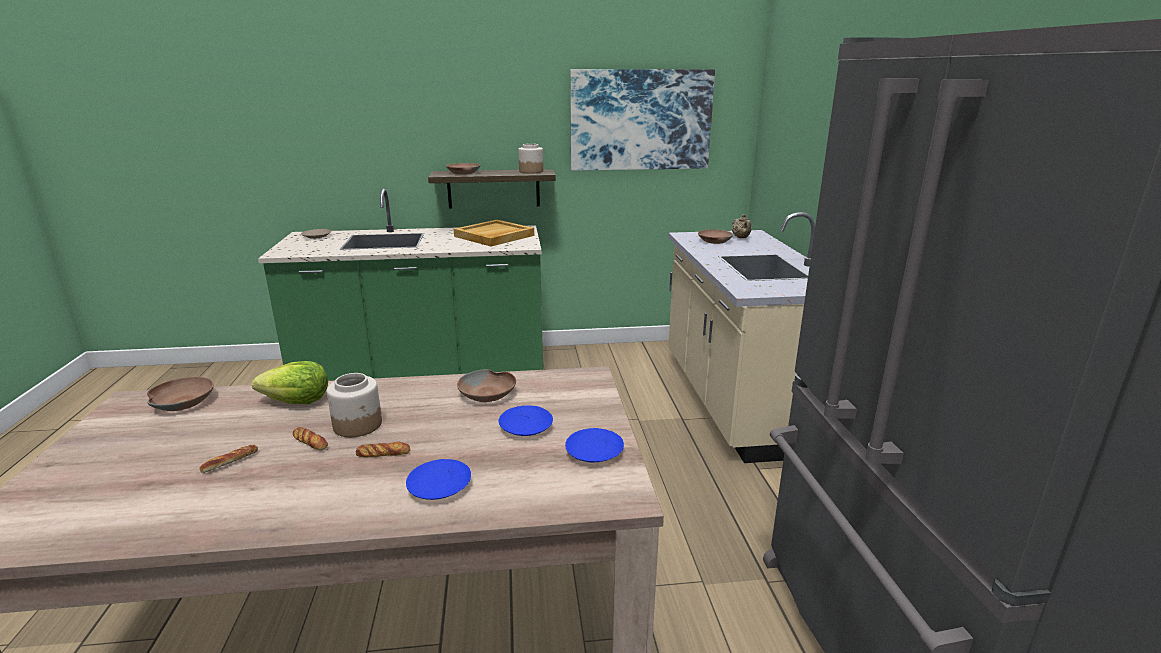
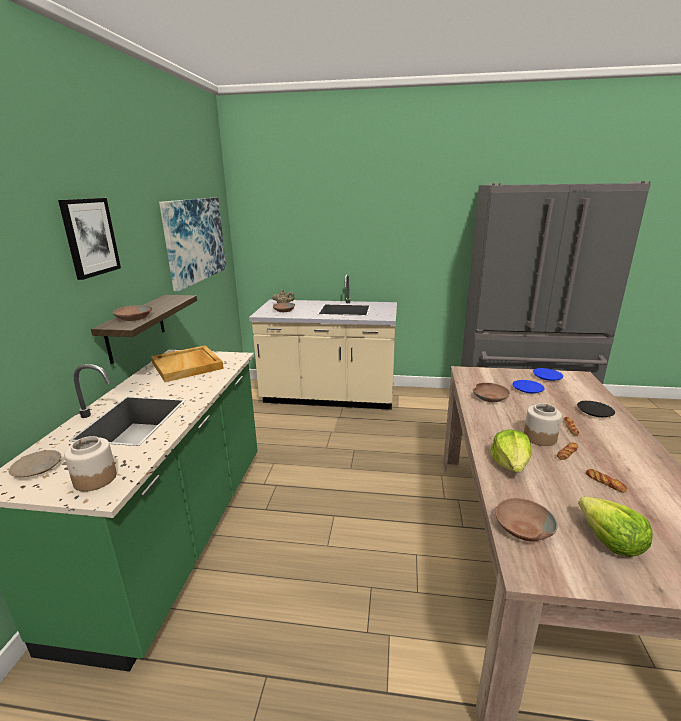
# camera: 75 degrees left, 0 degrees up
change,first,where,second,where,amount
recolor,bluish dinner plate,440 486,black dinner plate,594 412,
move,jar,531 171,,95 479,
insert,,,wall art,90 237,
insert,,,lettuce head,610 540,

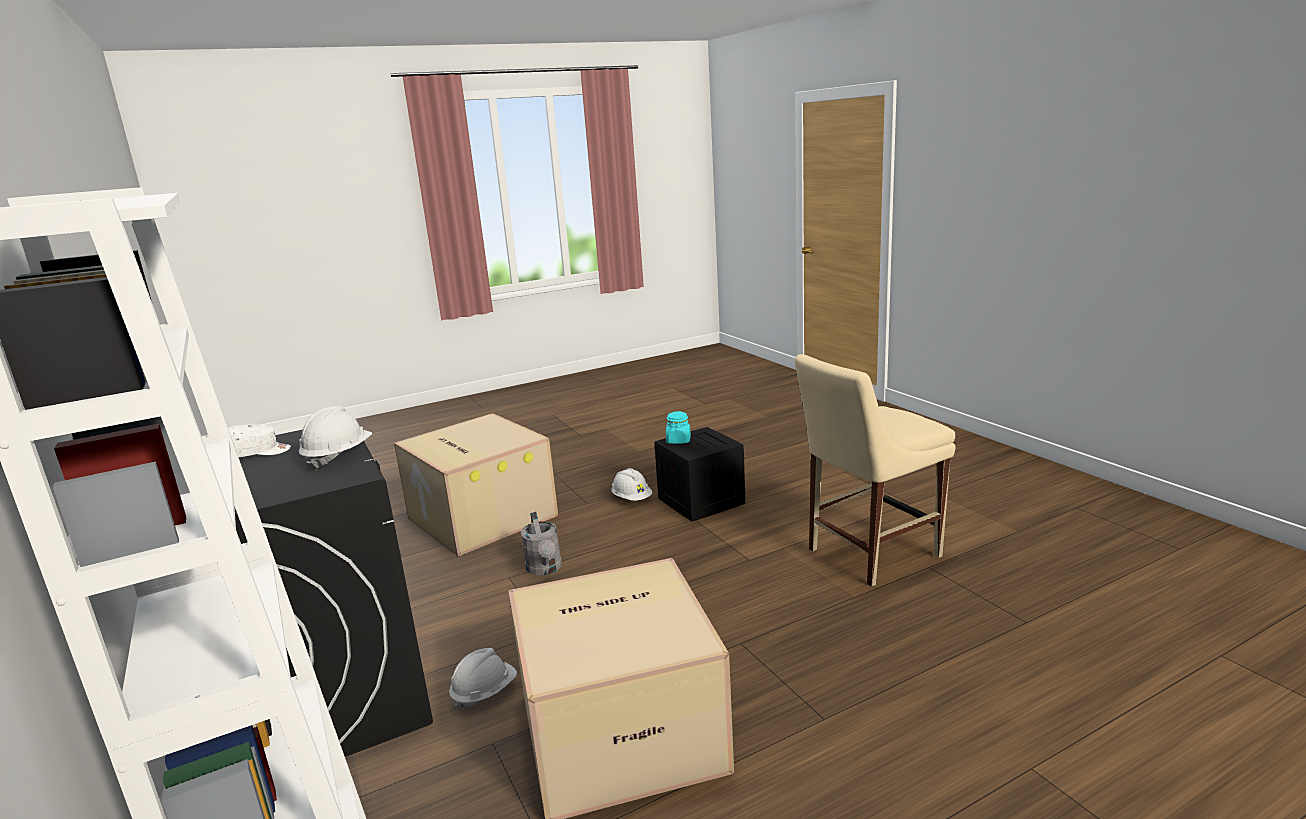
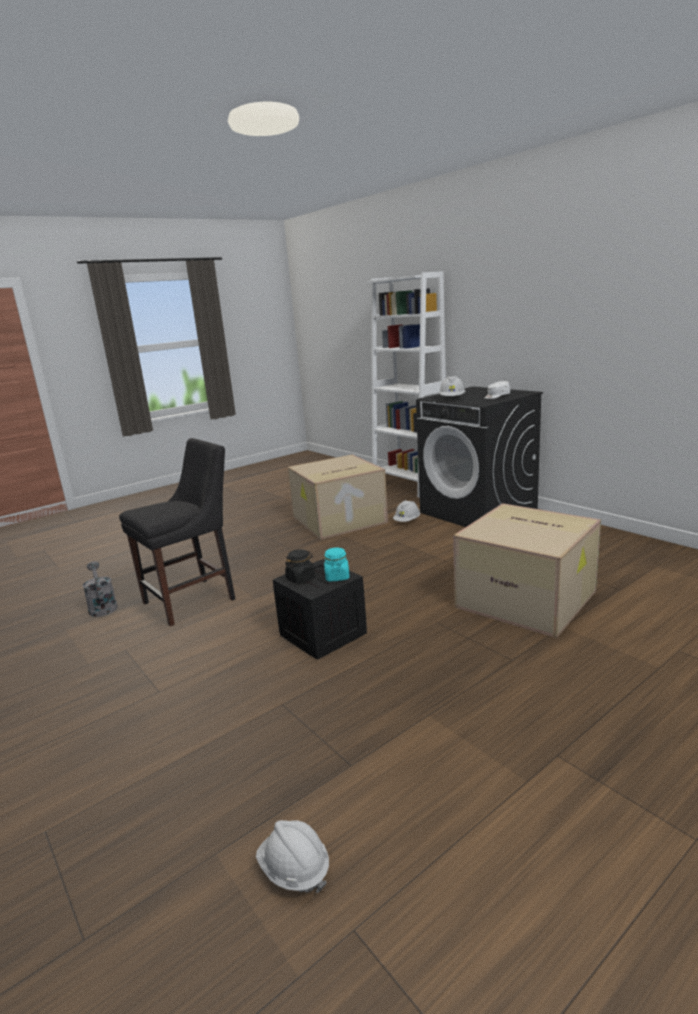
# camera: 170 degrees right, 0 degrees up
change,first,where,second,where,amount
move,grey watering pot,545 569,,102 607,
move,whitish safety helmet,632 499,,294 870,
recolor,sand-coloured chair,868 554,black chair,194 599,
insert,,,black jar,301 578,

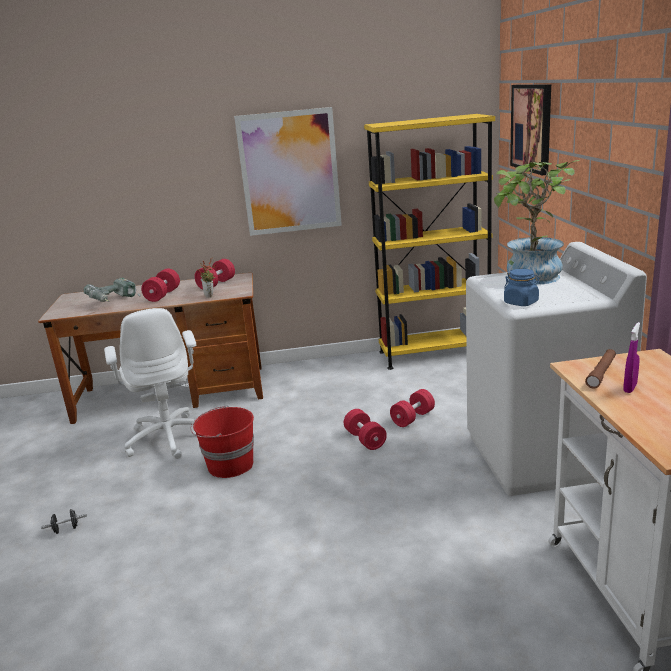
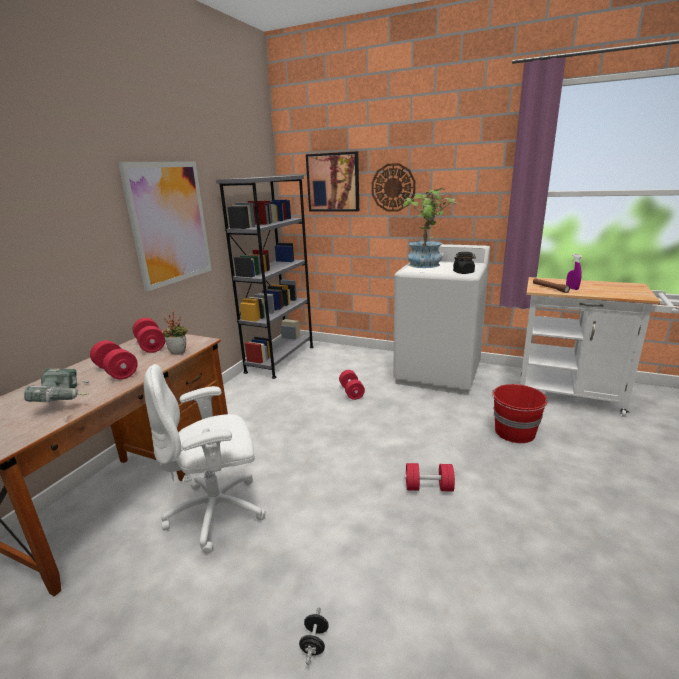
# camera: 60 degrees left, 0 degrees up
change,first,where,second,where,amount
rotate,whitish desk chair,169 437,,218 512,150 degrees clockwise
move,reddish water bucket,229 465,,515 432,
move,reddish hand weight,365 439,,429 487,
recolor,yellow shelving unit,434 353,grey shelving unit,280 359,
recolor,bluish jar,521 302,black jar,463 272,
insert,,,wall clock,393 187,

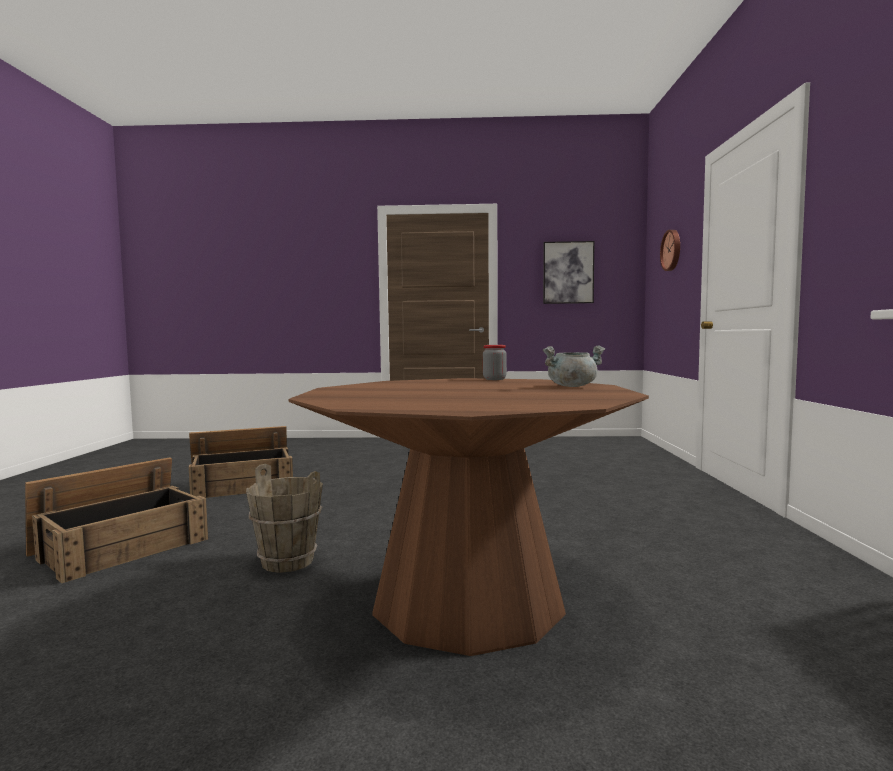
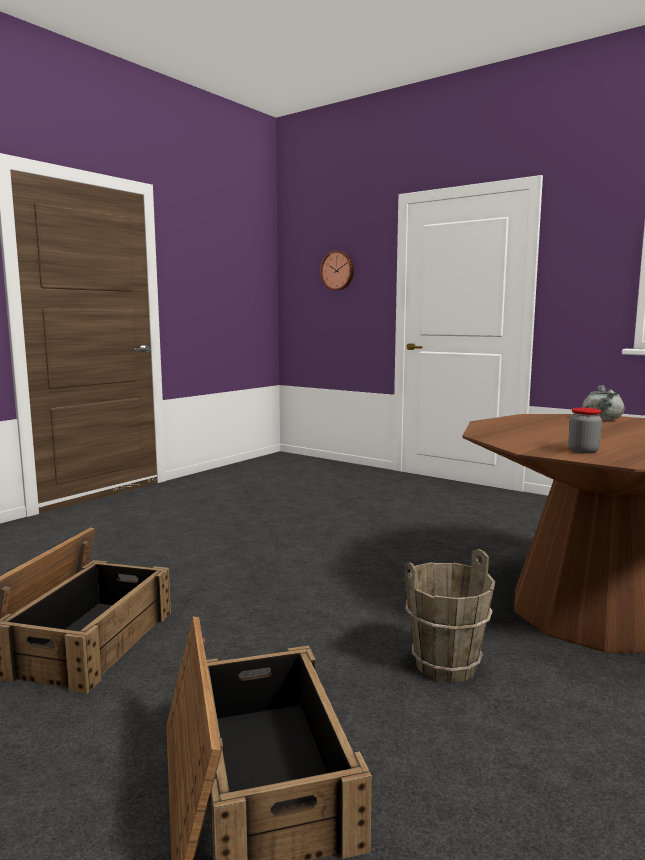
# camera: 55 degrees left, 5 degrees up
change,first,where,second,where,amount
move,jar,494 379,,583 451,
delete,wall art,568 272,,,

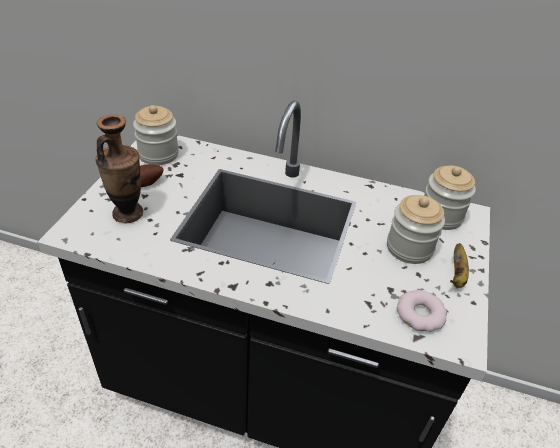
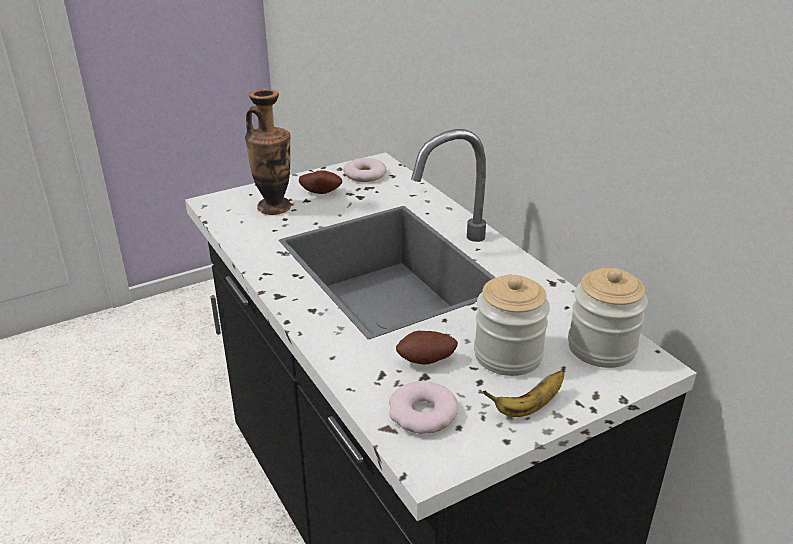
# camera: 45 degrees right, 10 degrees down
change,first,where,second,where,amount
replace,jar,158 154,doughnut,364 175,
insert,,,spud,426 362,

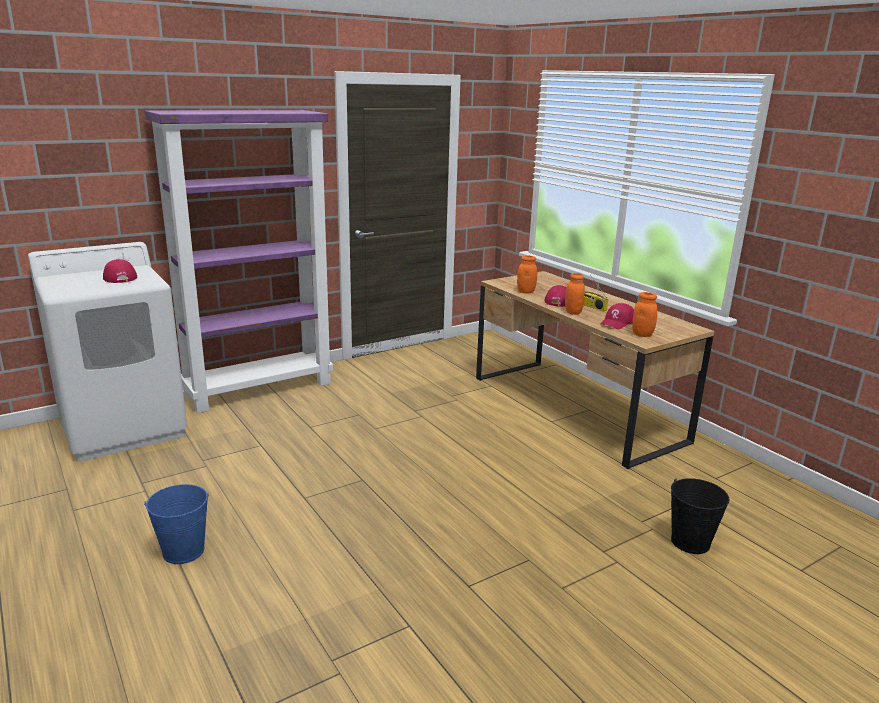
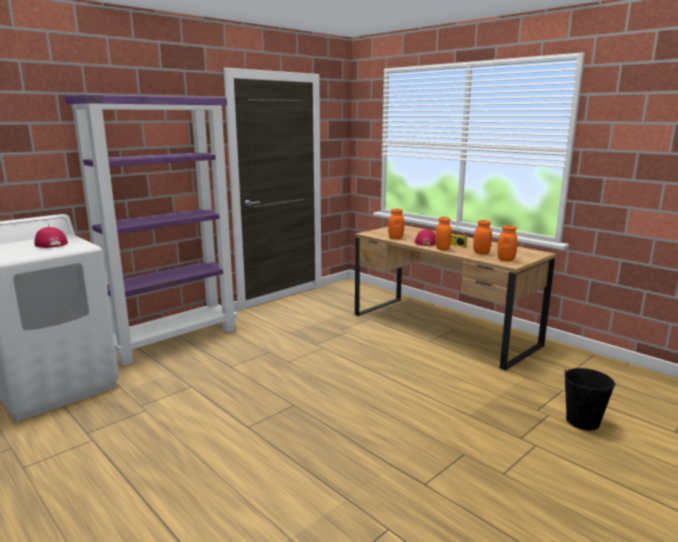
# camera: 10 degrees left, 5 degrees down
change,first,where,second,where,amount
delete,bluish water bucket,183 551,,,
replace,reddish baseball cap,618 322,orange-coloured jar,481 253,

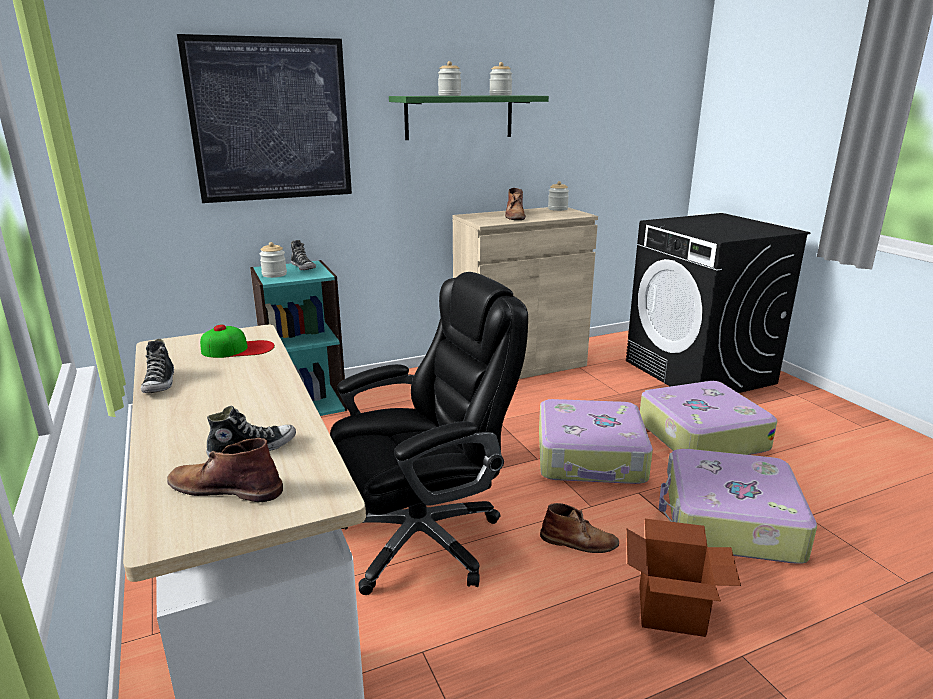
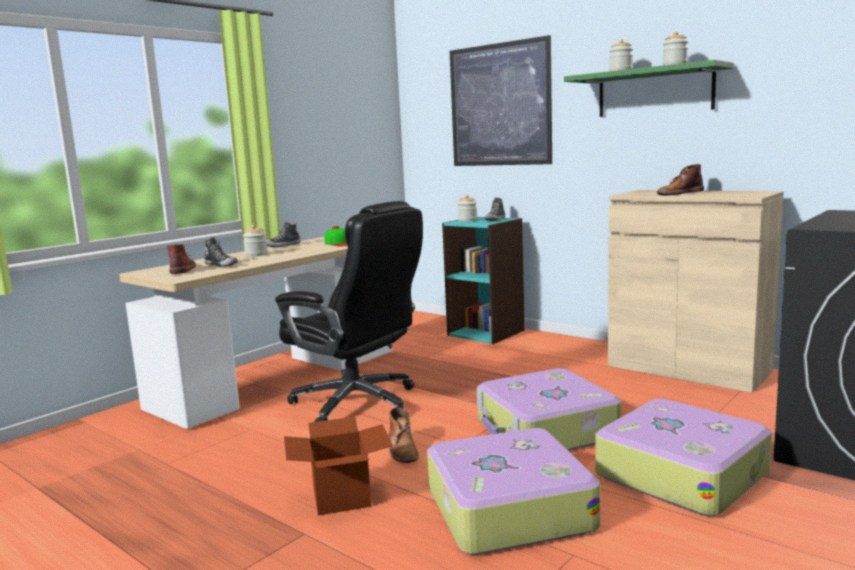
# camera: 65 degrees right, 10 degrees down
change,first,where,second,where,amount
move,jar,557 209,,256 255,

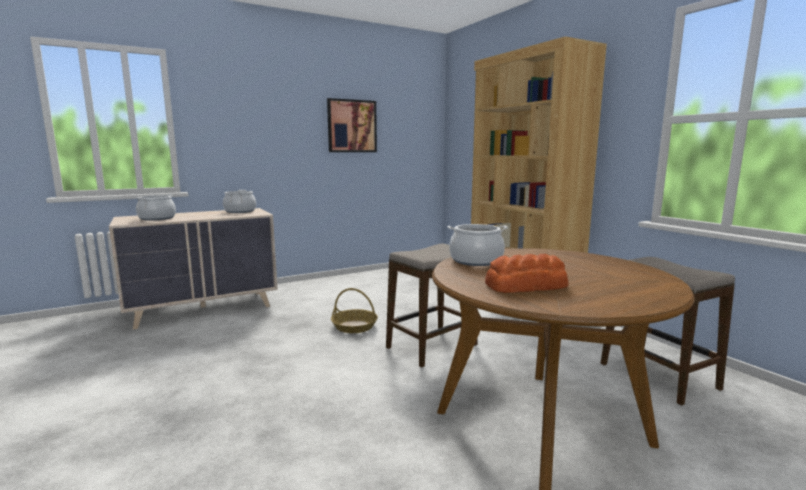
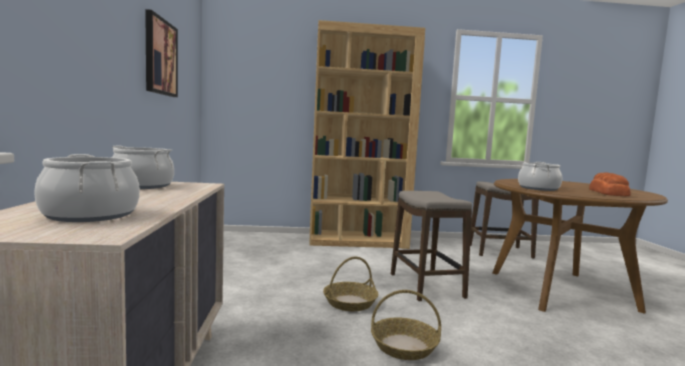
# camera: 65 degrees left, 5 degrees down
change,first,where,second,where,amount
insert,,,basket,403 346,

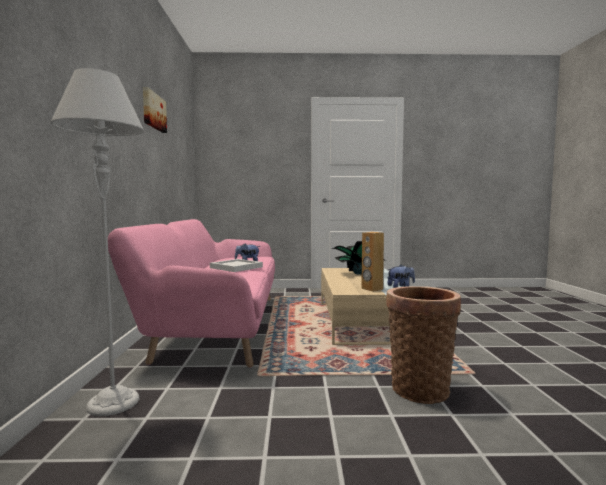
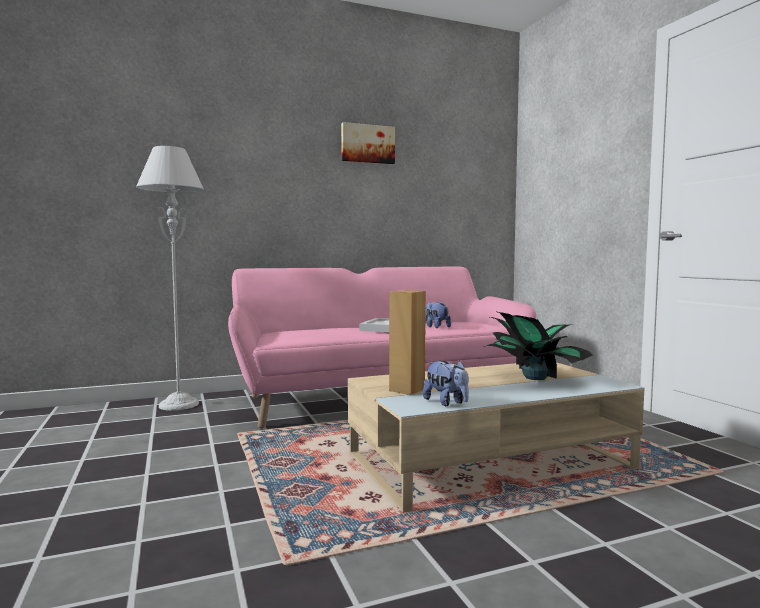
# camera: 70 degrees right, 0 degrees up
change,first,where,second,where,amount
delete,basket,420 387,,,

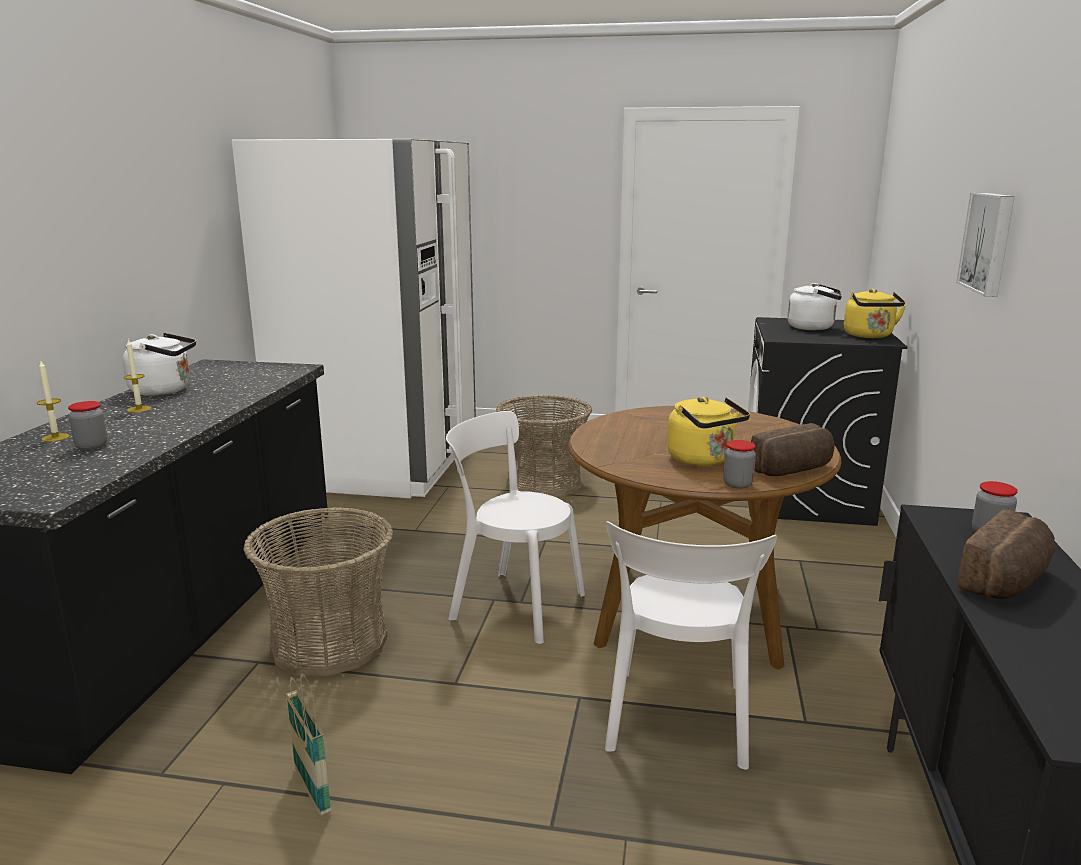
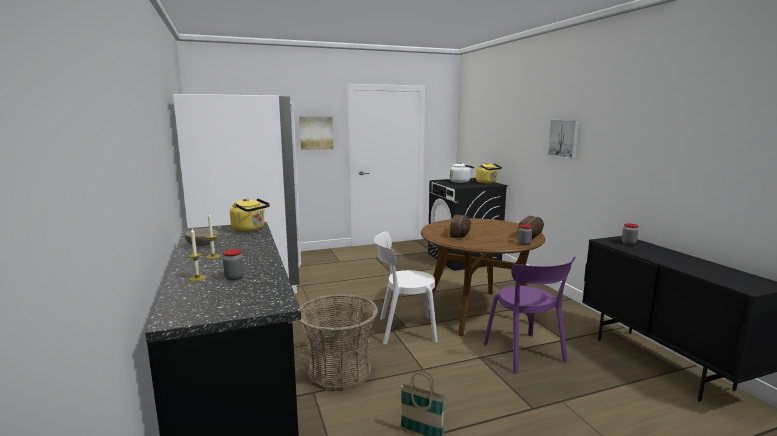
# camera: 30 degrees left, 5 degrees down
change,first,where,second,where,amount
replace,whitish kettle,165 390,sand-coloured bowl,203 245,
delete,basket,544 483,,,
recolor,whitish chair,677 723,purple chair,526 354,
move,yellow kettle,703 460,,250 229,
move,bread,1007 581,,461 234,
insert,,,wall art,316 133,

